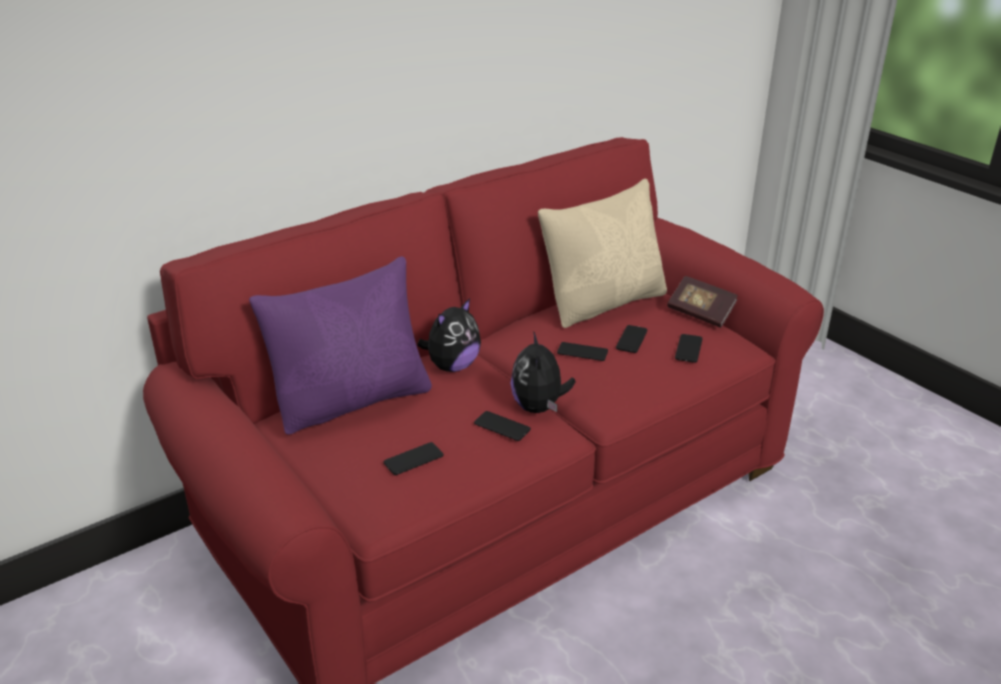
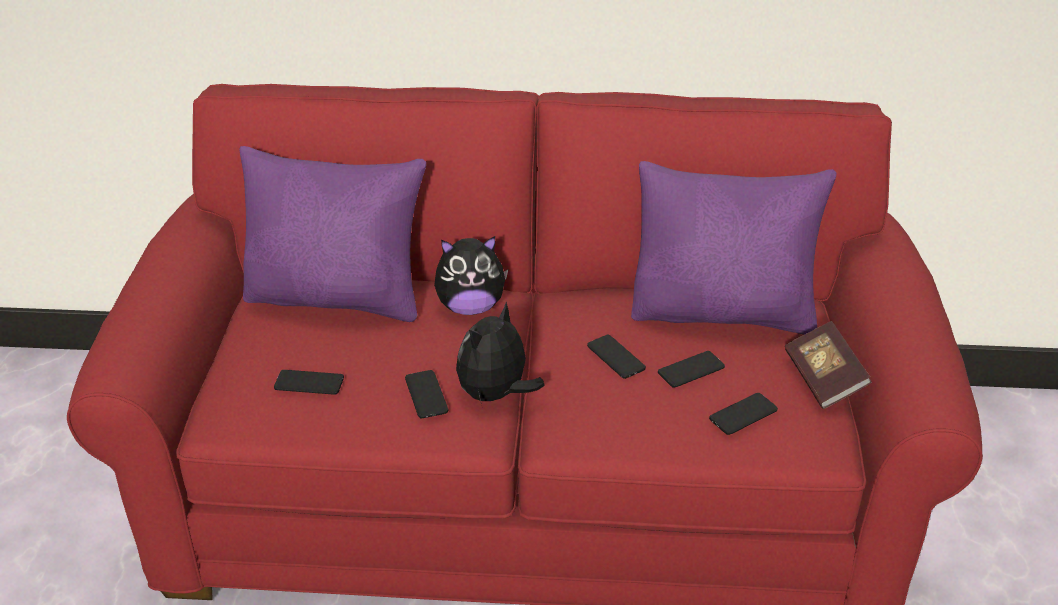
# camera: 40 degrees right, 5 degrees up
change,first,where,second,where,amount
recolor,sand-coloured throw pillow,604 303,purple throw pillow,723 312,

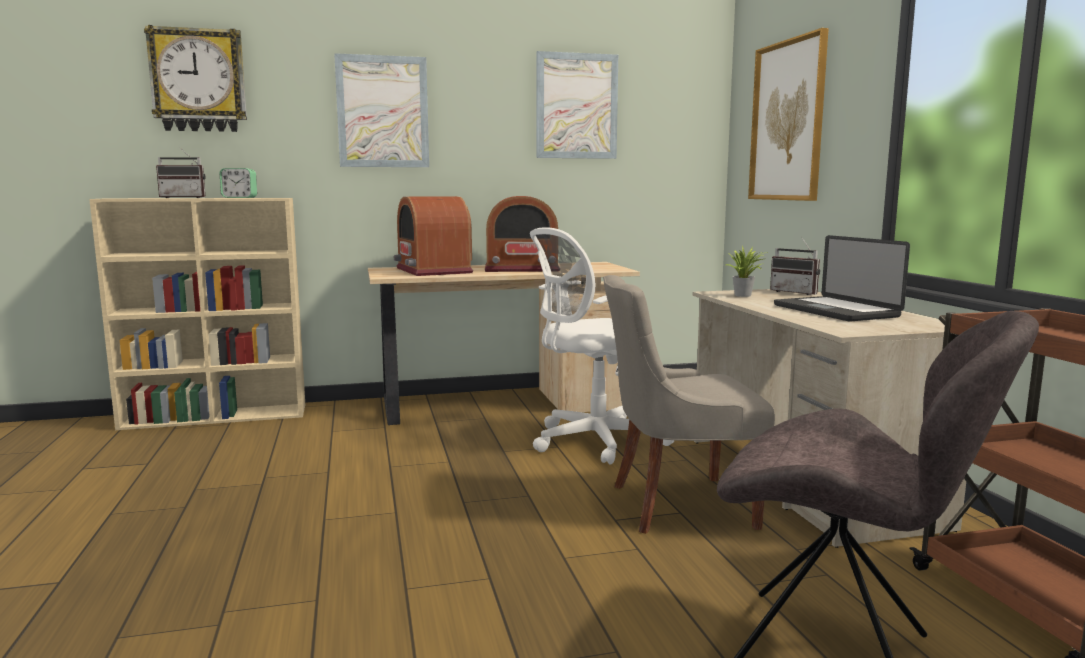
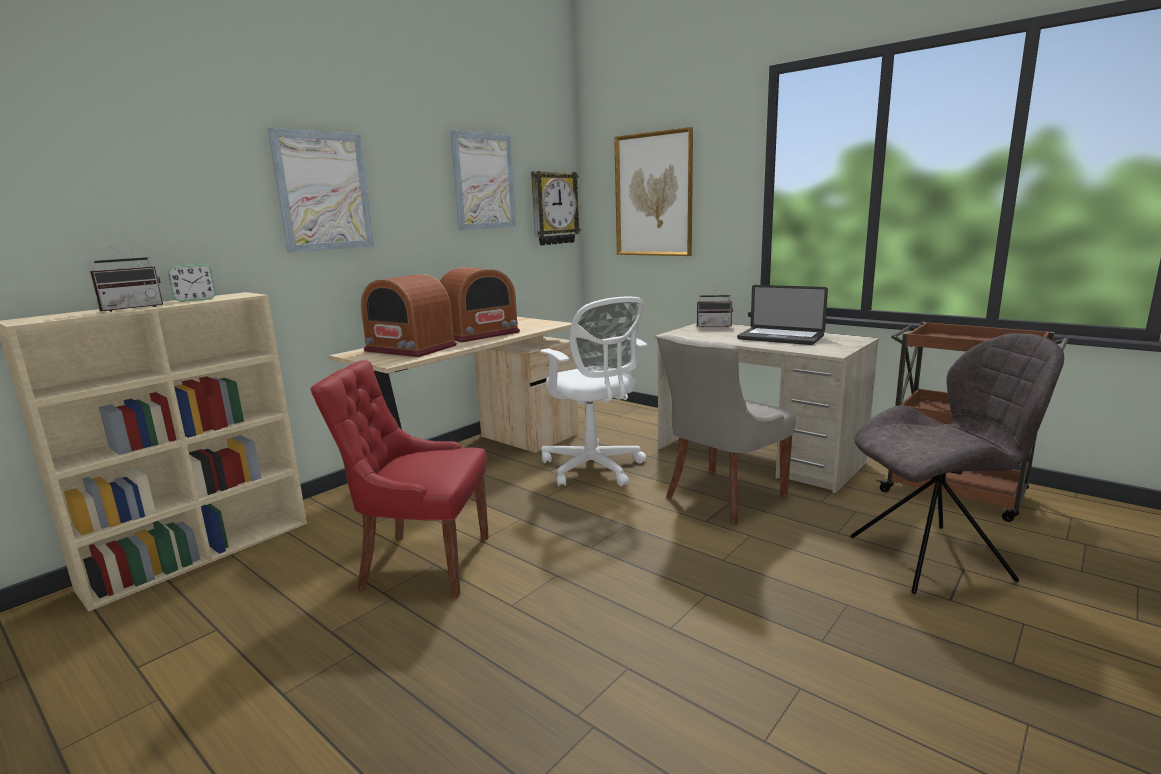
# camera: 35 degrees left, 5 degrees up
change,first,where,second,where,amount
move,wall clock,198 81,,554 208,
rotate,whitish desk chair,592 442,,595 469,60 degrees counterclockwise
delete,potted plant,745 295,,,
insert,,,reddish chair,422 563,

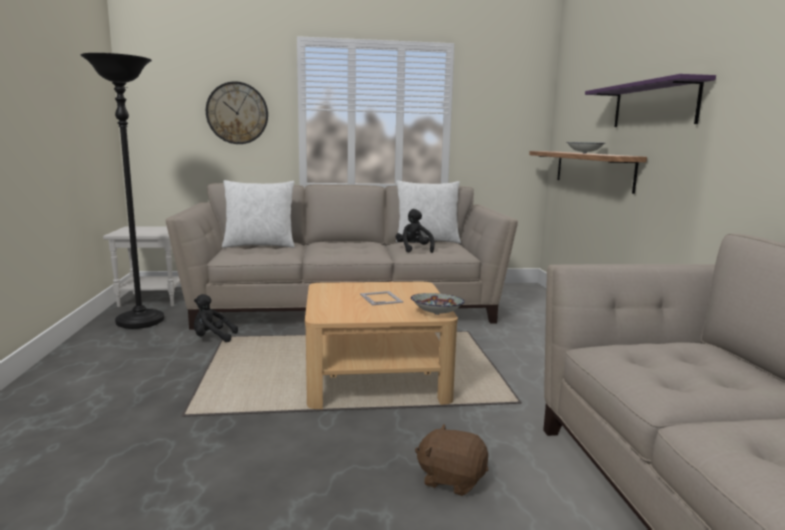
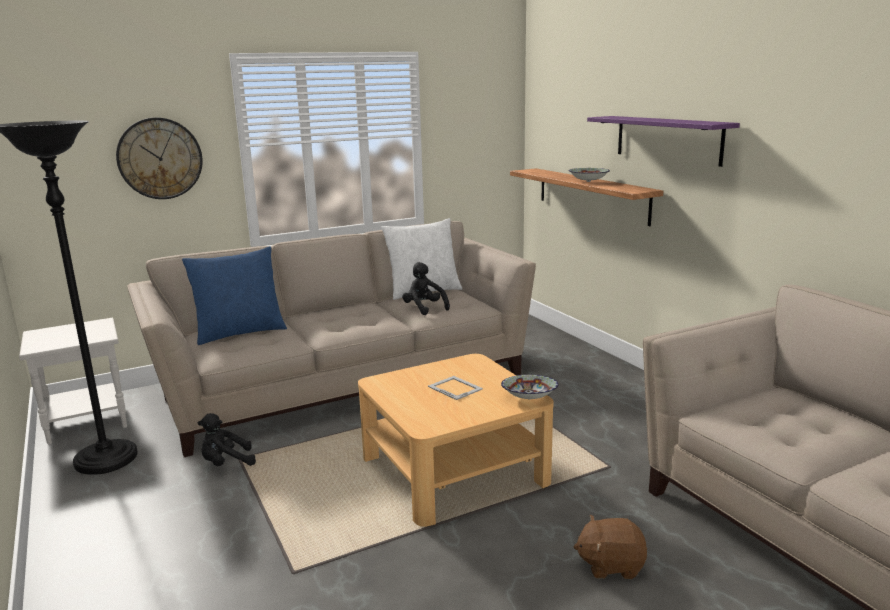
# camera: 20 degrees left, 5 degrees up
change,first,where,second,where,amount
recolor,whitish throw pillow,259 245,bluish throw pillow,240 333,

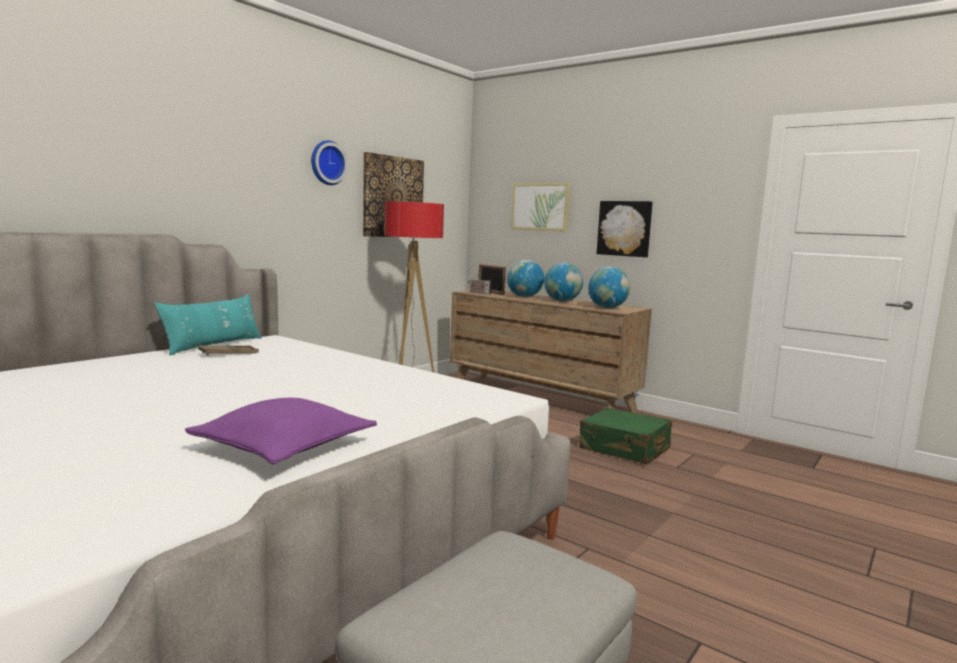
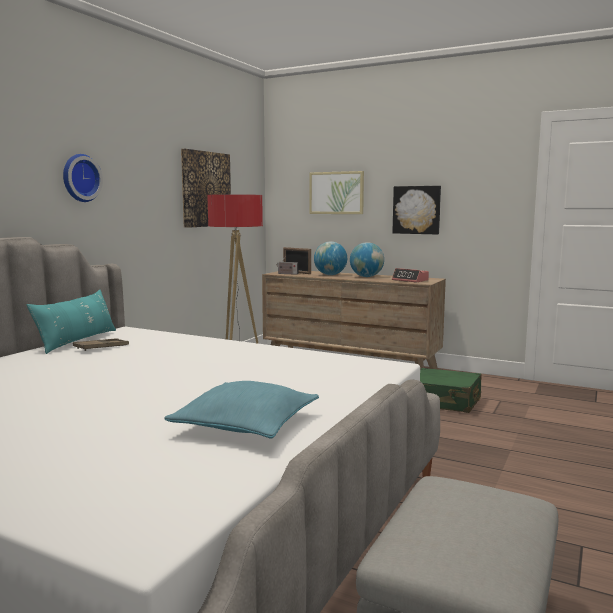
# camera: 10 degrees left, 0 degrees up
change,first,where,second,where,amount
recolor,purple throw pillow,284 446,blue-green throw pillow,246 424,
move,wall clock,326 163,,79 178,
replace,desk globe,607 308,bedside clock,410 280,

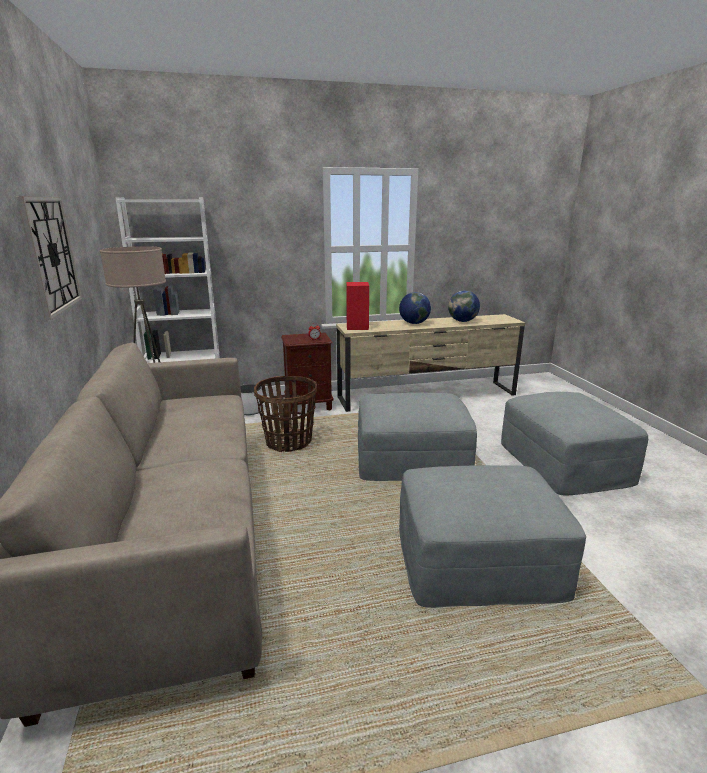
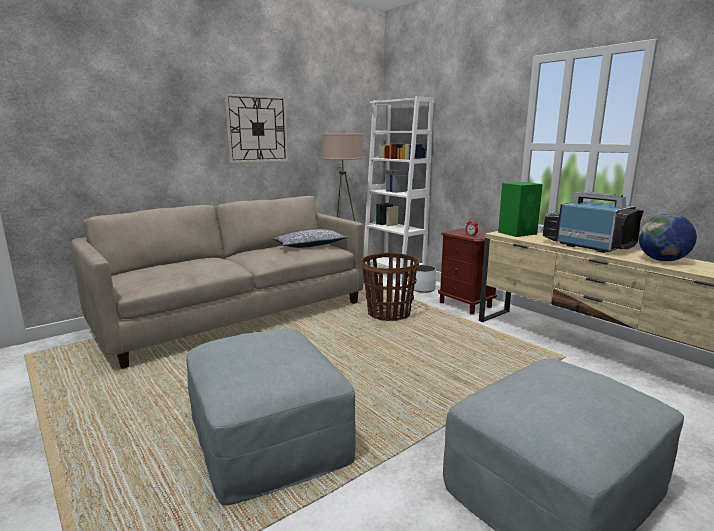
# camera: 65 degrees right, 5 degrees down
change,first,where,second,where,amount
recolor,reddish audio speaker,357 326,green audio speaker,518 233,
delete,grey footrest,412 458,,,
replace,desk globe,414 323,TV,586 245,
insert,,,throw pillow,310 245,

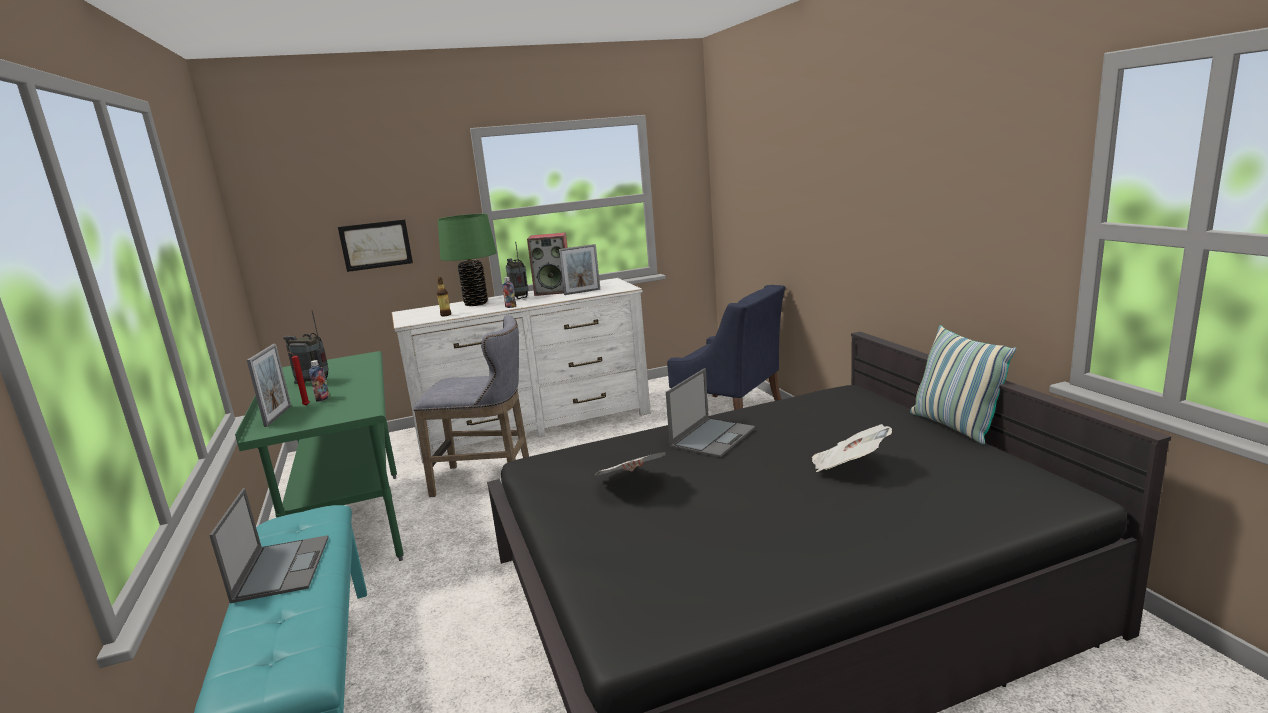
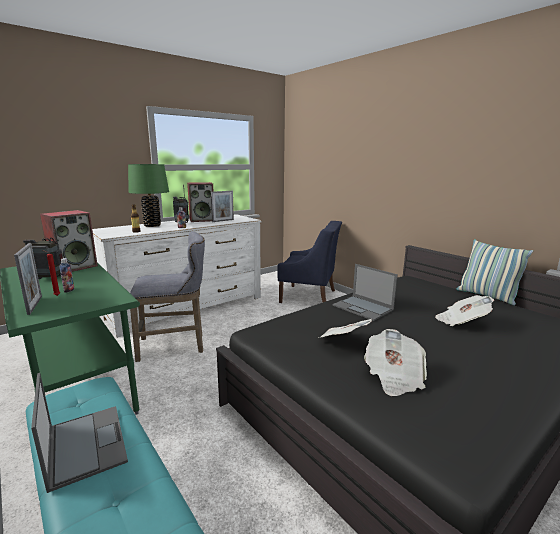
# camera: 20 degrees left, 0 degrees up
change,first,where,second,where,amount
delete,wall art,376 245,,,
rotate,notebook computer,713 437,,363 308,120 degrees clockwise
insert,,,audio speaker,74 267,
insert,,,newspaper,393 377,

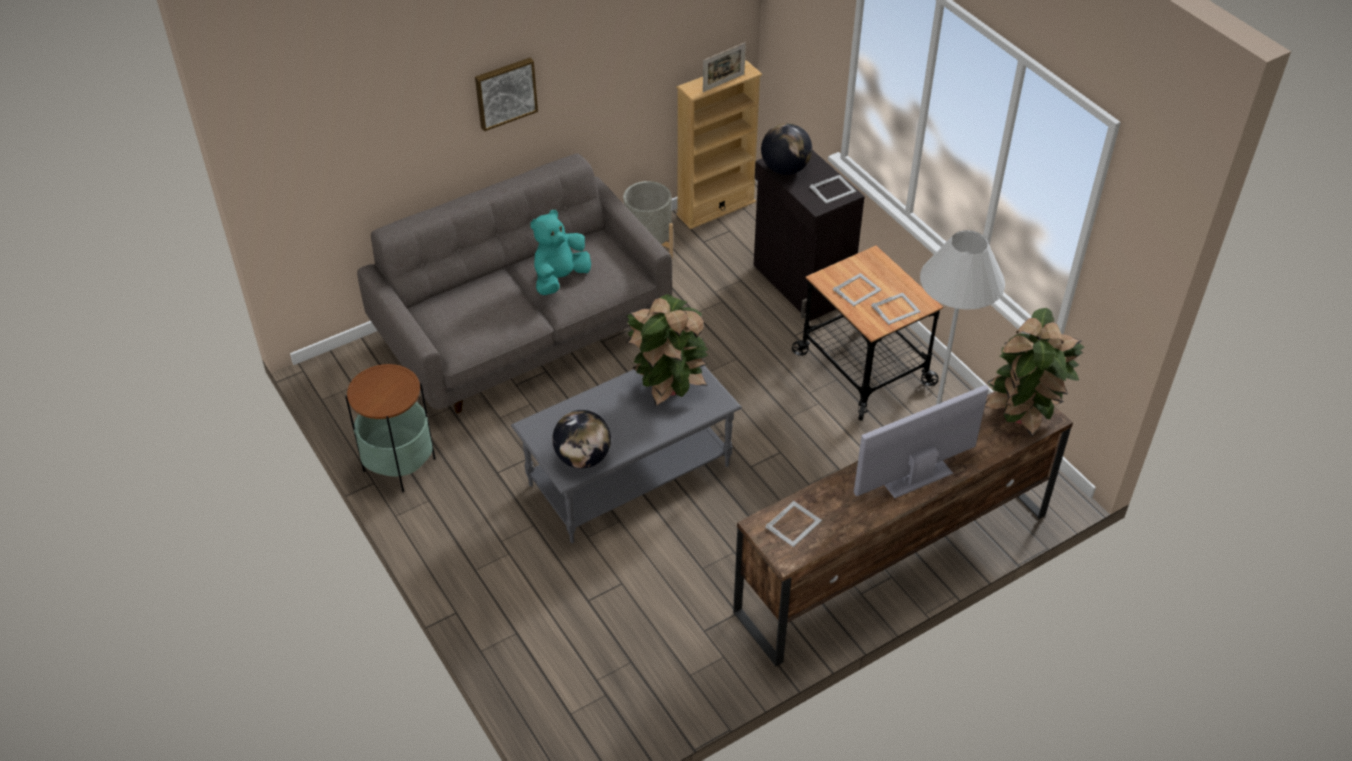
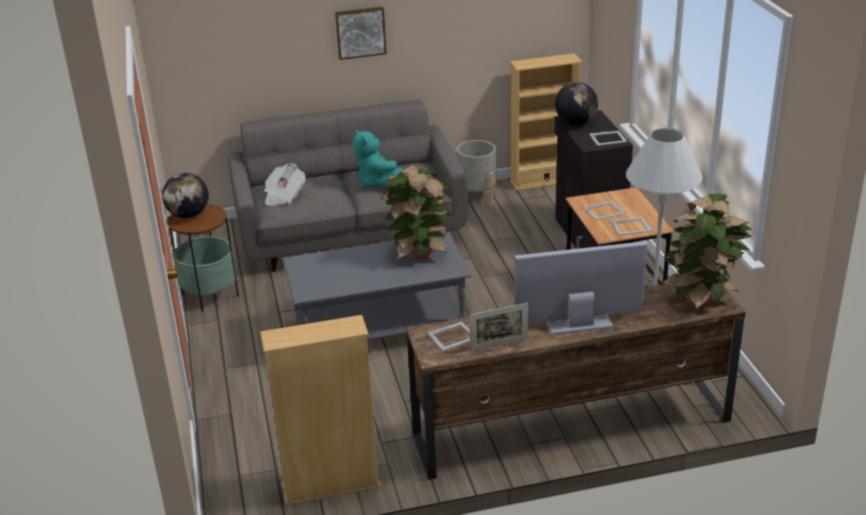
# camera: 20 degrees right, 15 degrees down
change,first,where,second,where,amount
rotate,blue-green soft toy,560 278,,376 182,90 degrees counterclockwise
move,desk globe,583 458,,188 215,
move,photo frame,723 83,,499 344,
insert,,,sand-coloured shelving unit,331 486,
insert,,,newspaper,284 196,

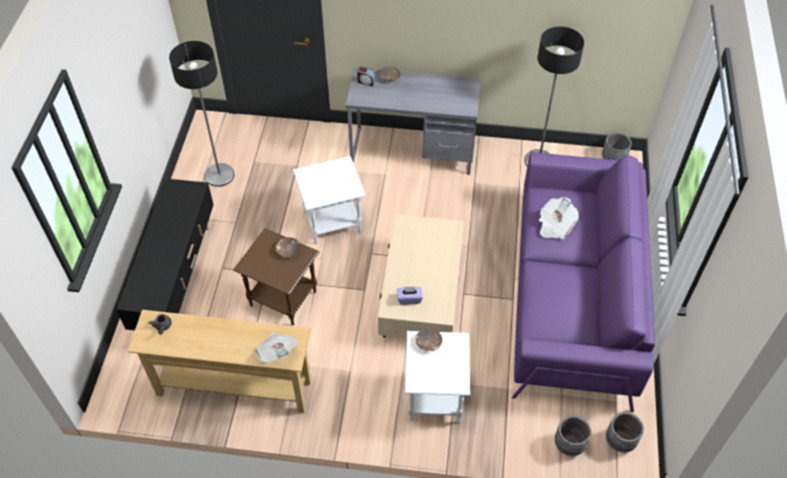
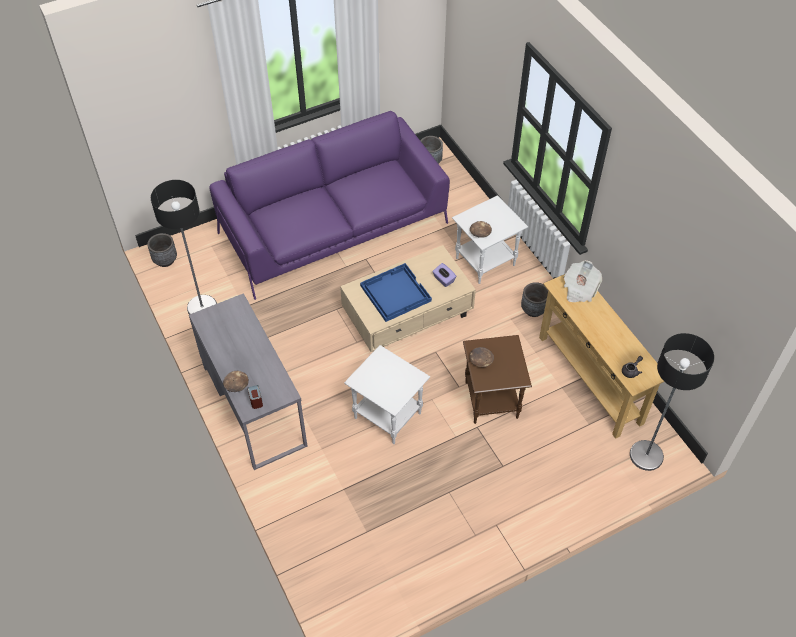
# camera: 125 degrees left, 0 degrees up
change,first,where,second,where,amount
delete,black tv unit,177 279,,,
move,standard lamp,219 175,,646 456,
delete,newspaper,555 225,,,
move,grey plant pot,569 444,,533 310,
insert,,,bluish tray,394 293,

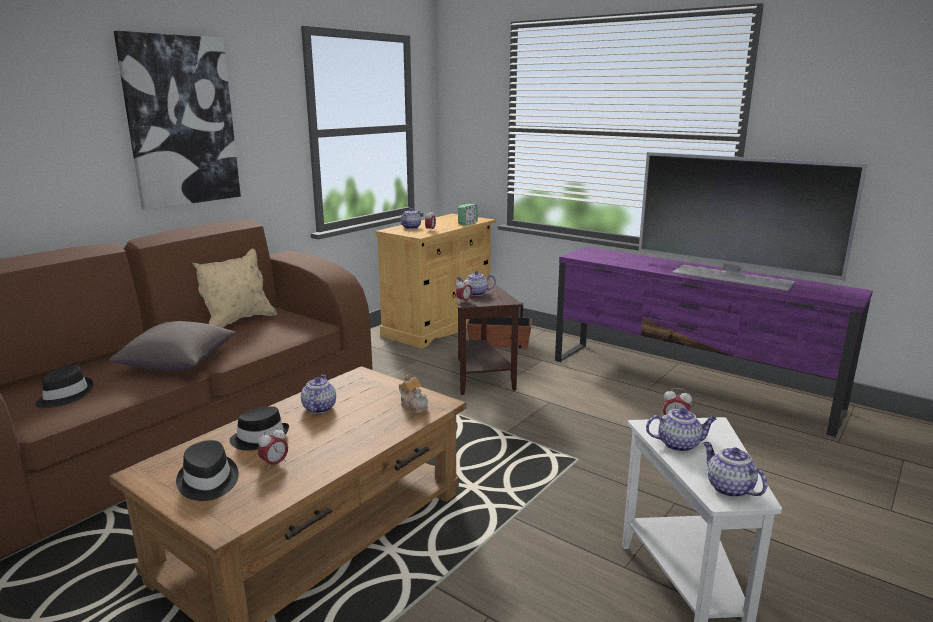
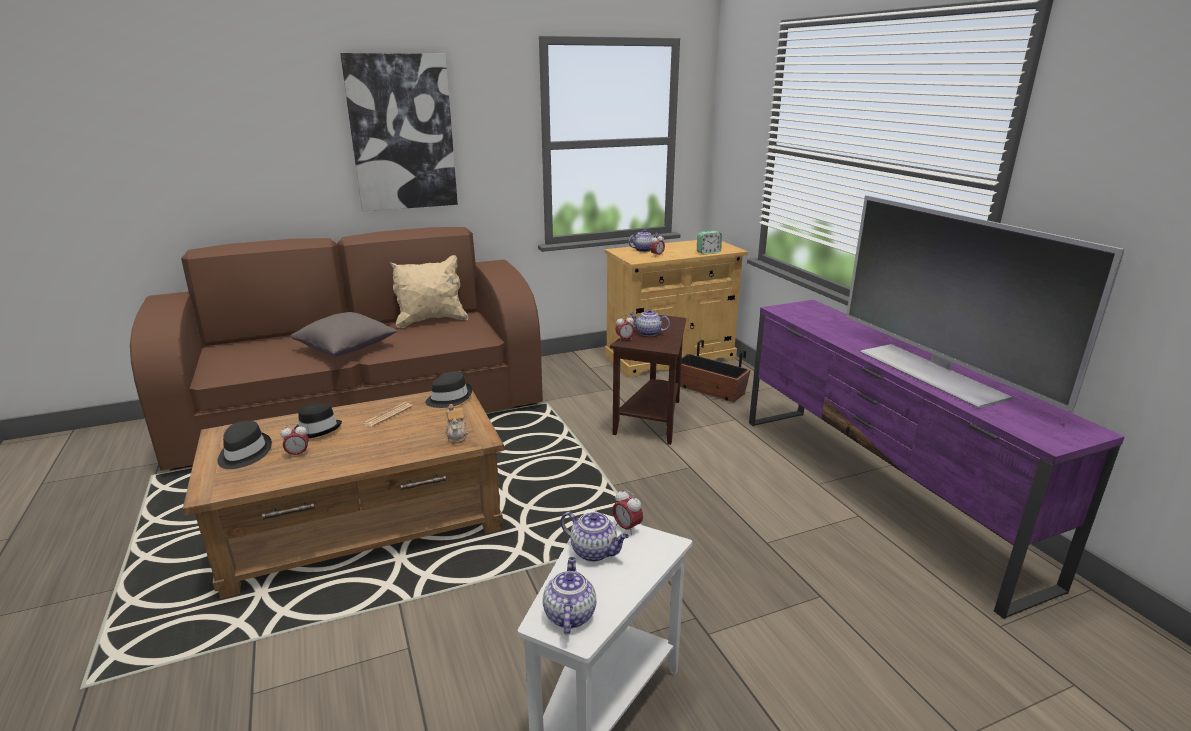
# camera: 30 degrees right, 5 degrees up
change,first,where,second,where,amount
move,black wearable hat,65 395,,449 398,
replace,tea pot,319 408,newspaper,387 415,

